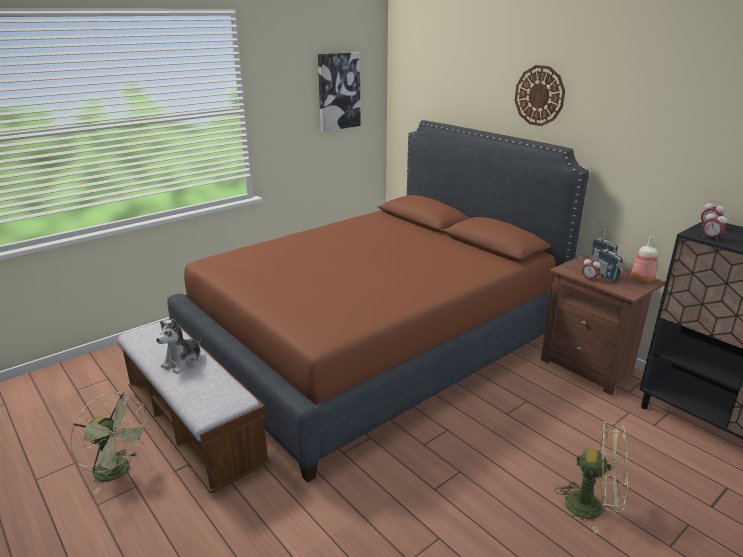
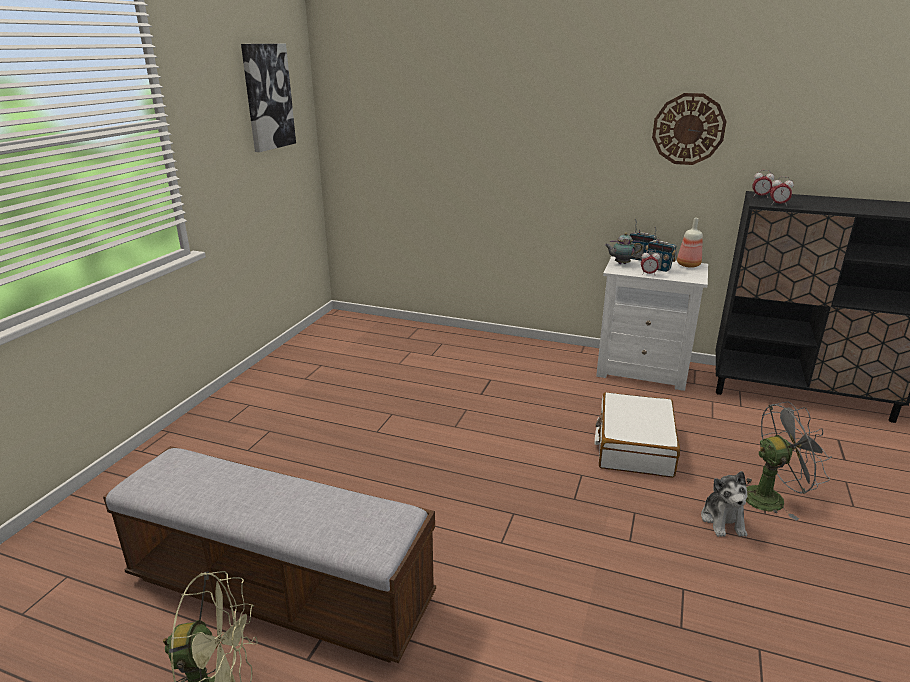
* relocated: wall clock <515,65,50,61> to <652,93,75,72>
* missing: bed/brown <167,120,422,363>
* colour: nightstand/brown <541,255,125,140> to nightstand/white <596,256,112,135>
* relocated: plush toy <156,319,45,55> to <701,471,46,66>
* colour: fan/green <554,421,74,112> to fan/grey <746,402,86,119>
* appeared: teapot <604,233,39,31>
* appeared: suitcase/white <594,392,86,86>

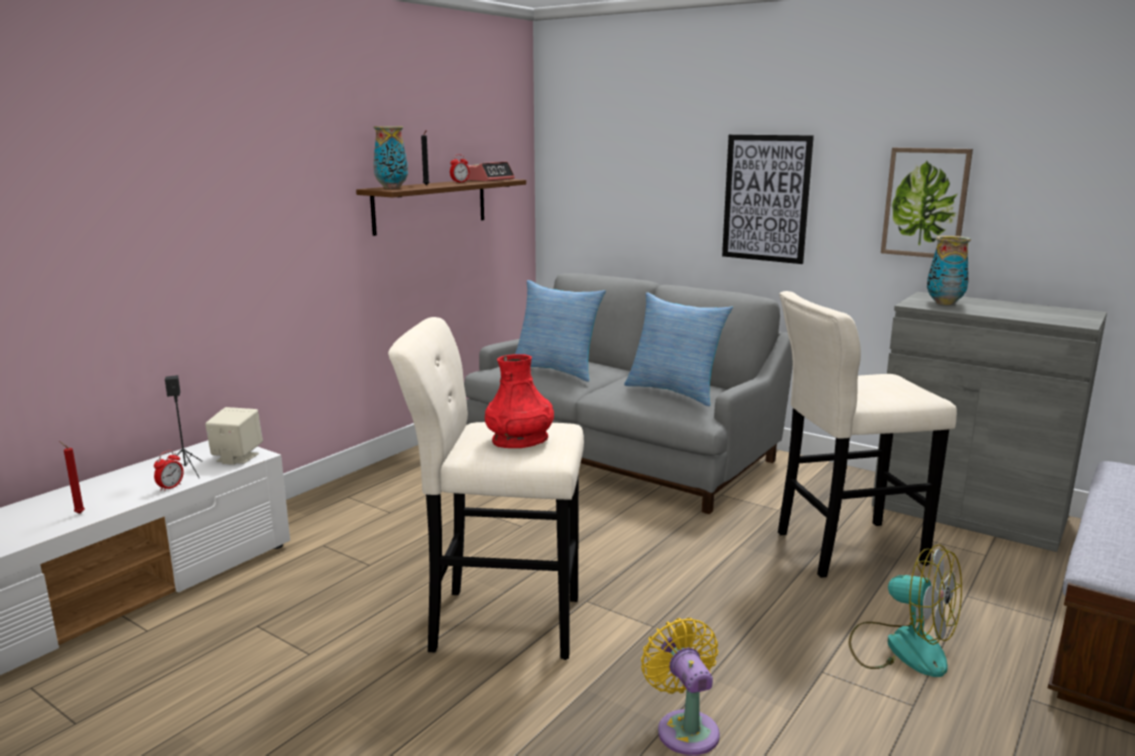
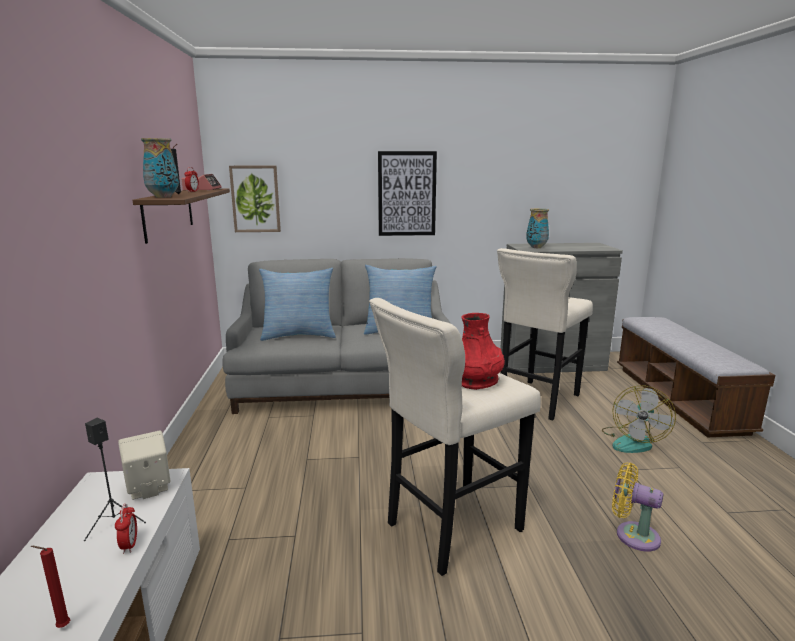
* relocated: picture <881,148,92,110> to <229,166,52,66>
* spun: fan <848,544,114,133> = <602,386,74,67> 120 degrees clockwise

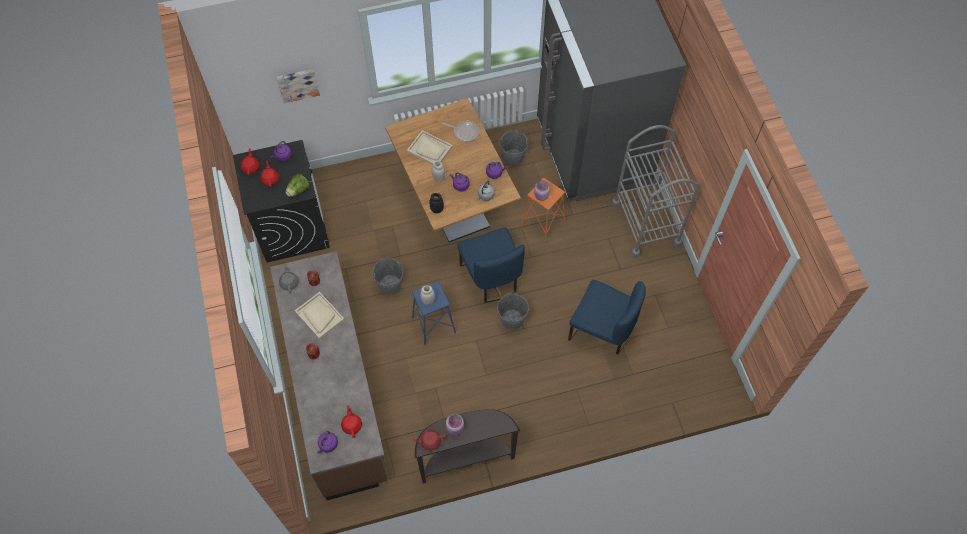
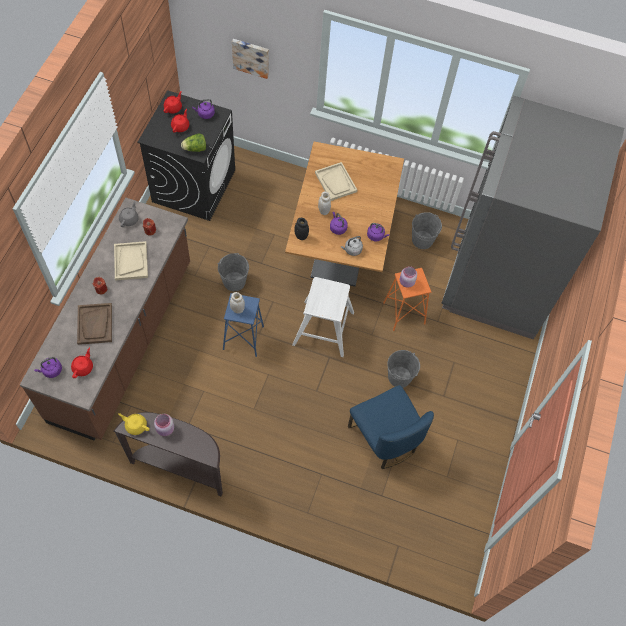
* missing: frying pan <442,121,37,21>
* missing: cart/grey <612,125,88,133>
* exchanged: chair/blue <458,227,67,76> to stool/white <293,277,61,80>
* relocated: bucket/grey <497,292,32,38> to <387,350,33,38>
* colour: teapot/red <412,430,34,21> to teapot/yellow <118,413,32,22>
* appeared: tray/brown <77,303,35,42>

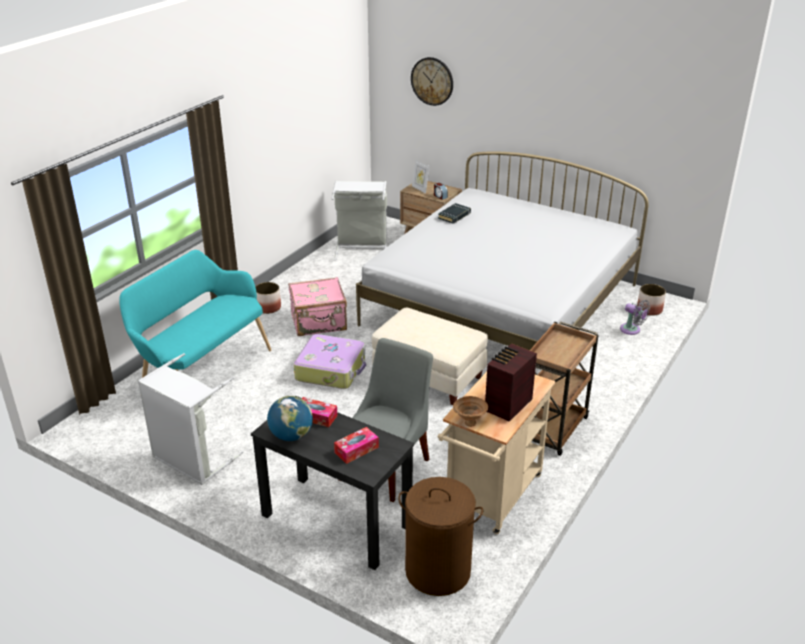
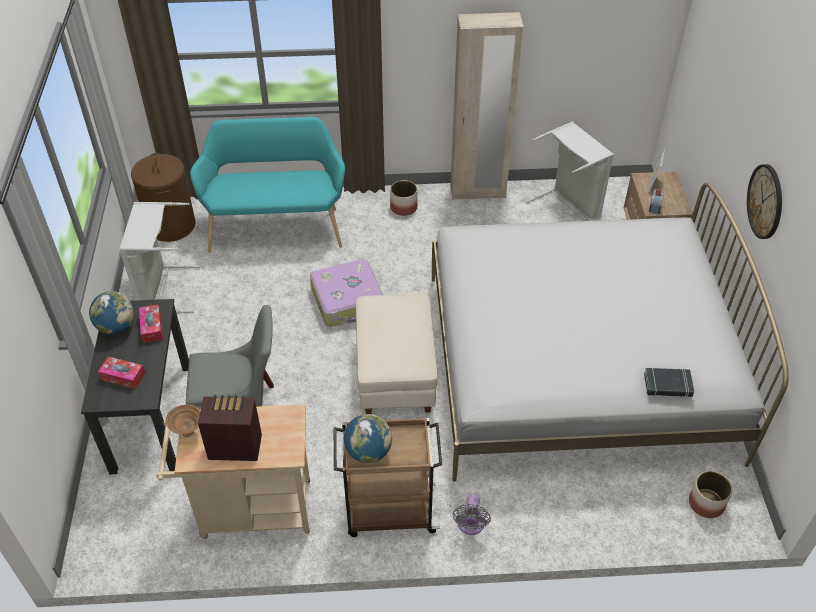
* relocated: wall clock <411,57,42,49> to <747,164,35,75>
* relocated: book/black <438,203,33,21> to <644,368,50,29>
* missing: suitcase/pink <288,277,59,59>
* relocated: fan/grey <620,300,30,35> to <453,494,38,41>
* relocated: laundry basket/brown <398,477,85,119> to <131,153,64,89>
* appeared: wardrobe/beige <450,12,73,188>
* appeared: globe <344,414,48,49>

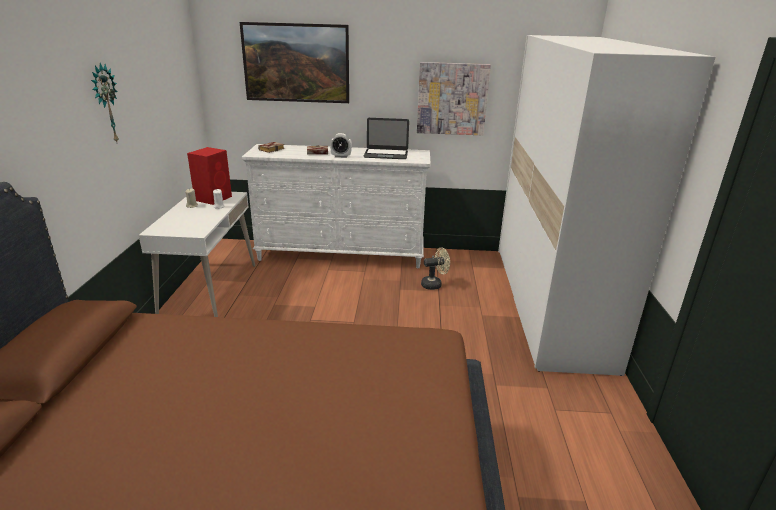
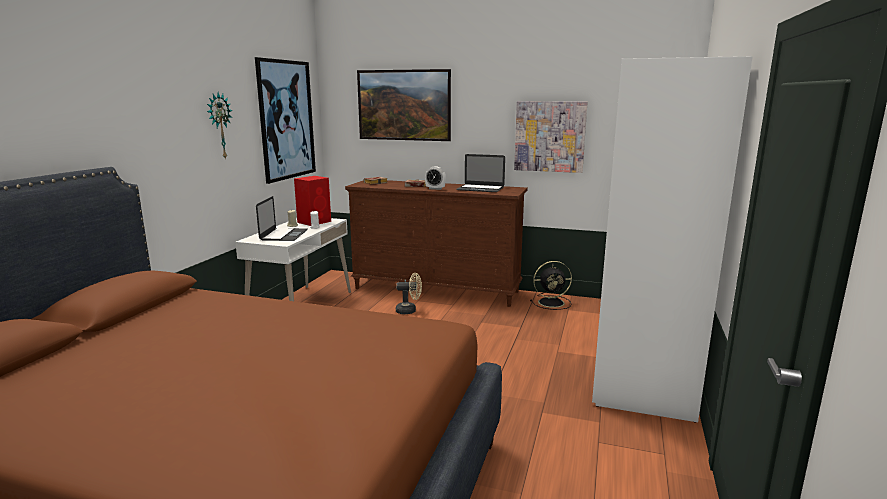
* colour: dresser/white <242,144,189,124> to dresser/brown <345,180,183,127>
* relocated: fan/beige <421,247,29,43> to <396,273,26,41>
* appeared: picture <255,57,61,127>
* appeared: laptop <256,196,52,45>
* appeared: fan/black <530,261,42,49>

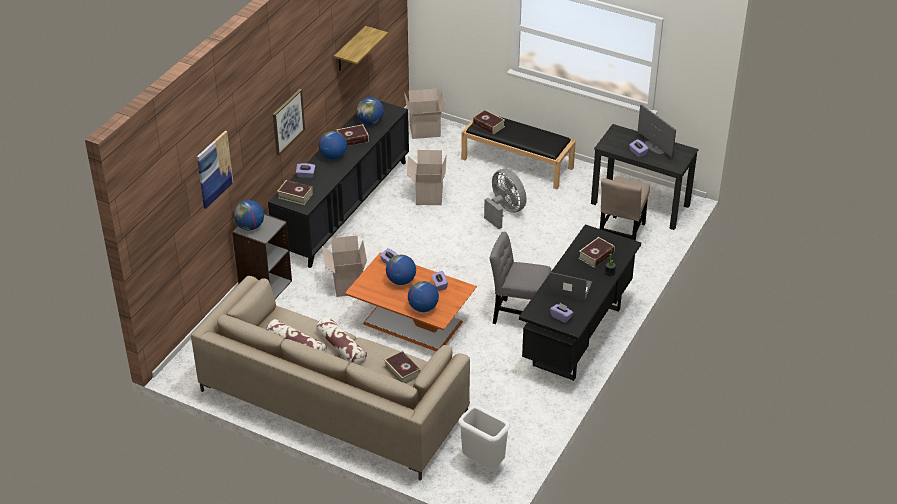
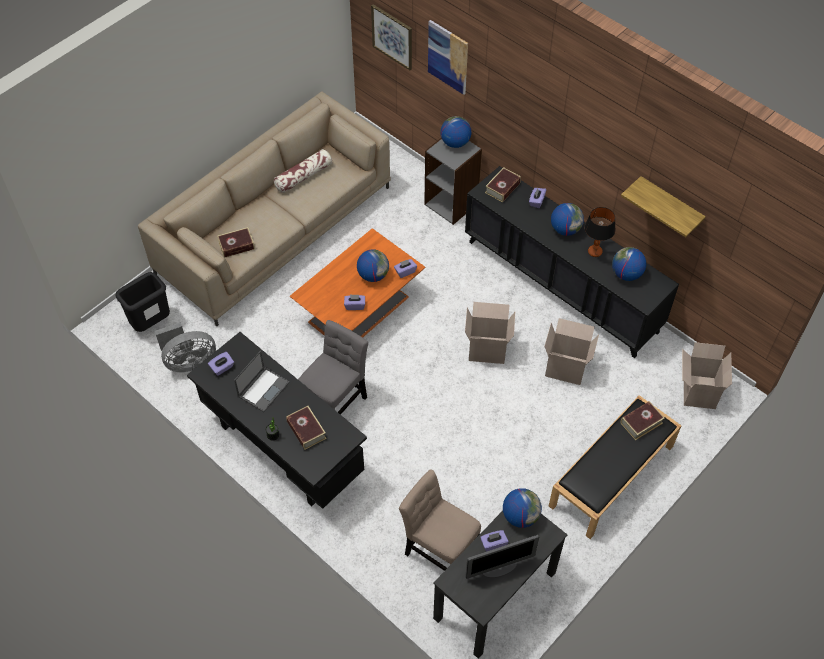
* relocated: picture <273,89,32,67> to <371,4,41,66>
* exchanged: book <336,124,33,22> to table lamp <584,207,32,50>
* relocated: fan/grey <484,169,43,60> to <155,322,61,50>
* relocated: cardboard box <322,235,45,62> to <465,302,50,62>
* relocated: globe <408,281,31,31> to <503,488,39,40>
* missing: pillow <316,317,51,48>
* colour: trash can/white <459,405,51,63> to trash can/black <116,272,54,60>

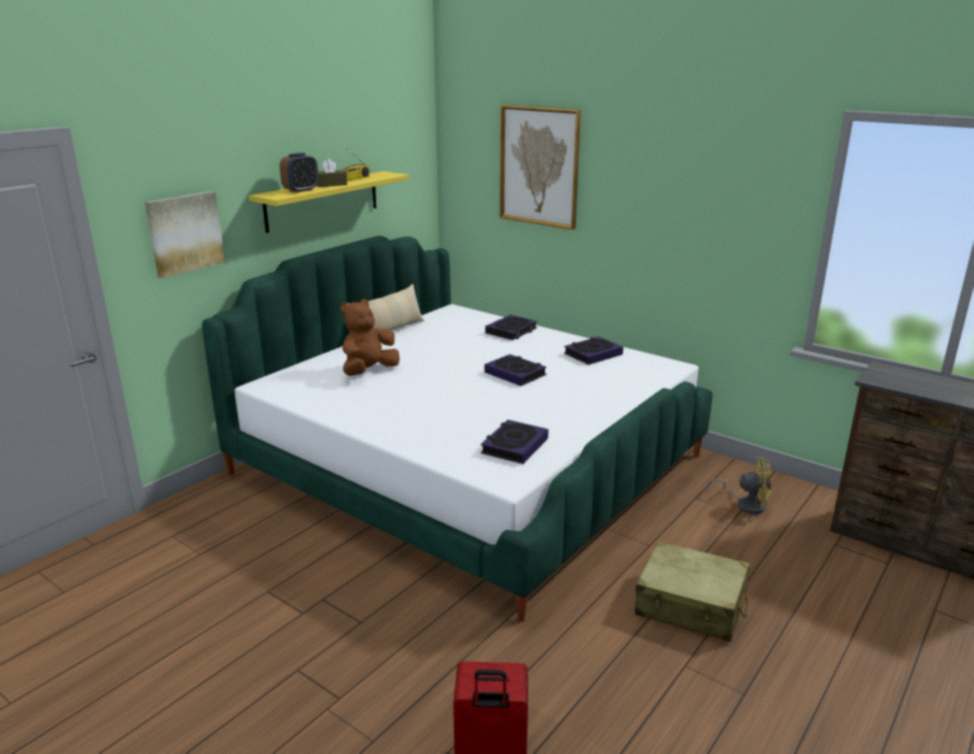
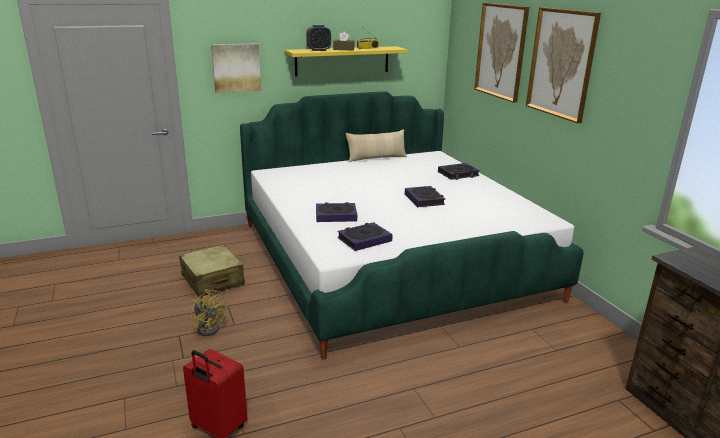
* missing: plush toy/brown <341,299,59,77>
* relocated: book <564,337,59,28> to <316,202,41,20>
* relocated: fan/yellow <707,457,64,58> to <191,289,36,47>
* relocated: suitcase/beige <635,541,115,101> to <179,244,66,53>
* appeared: picture <526,7,75,116>

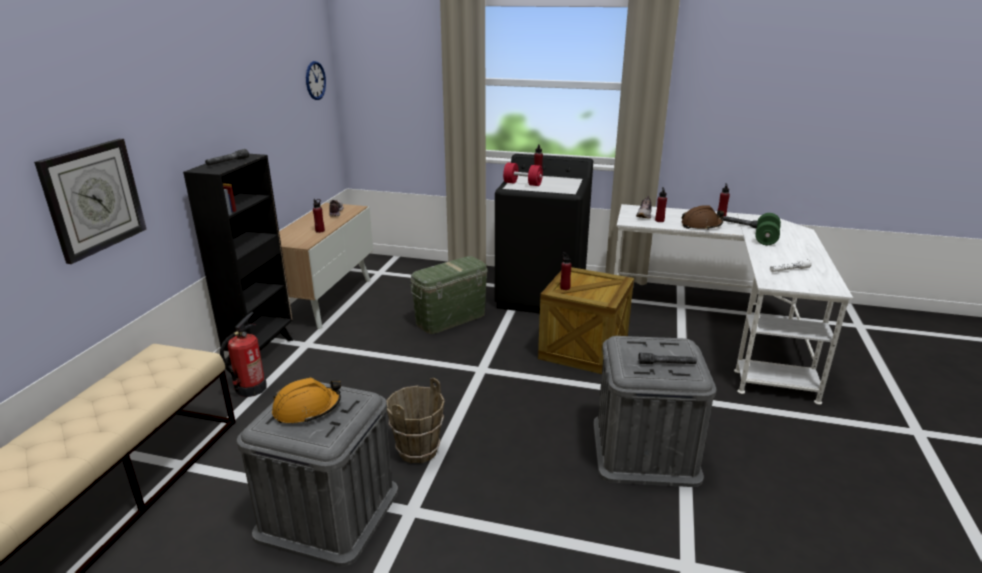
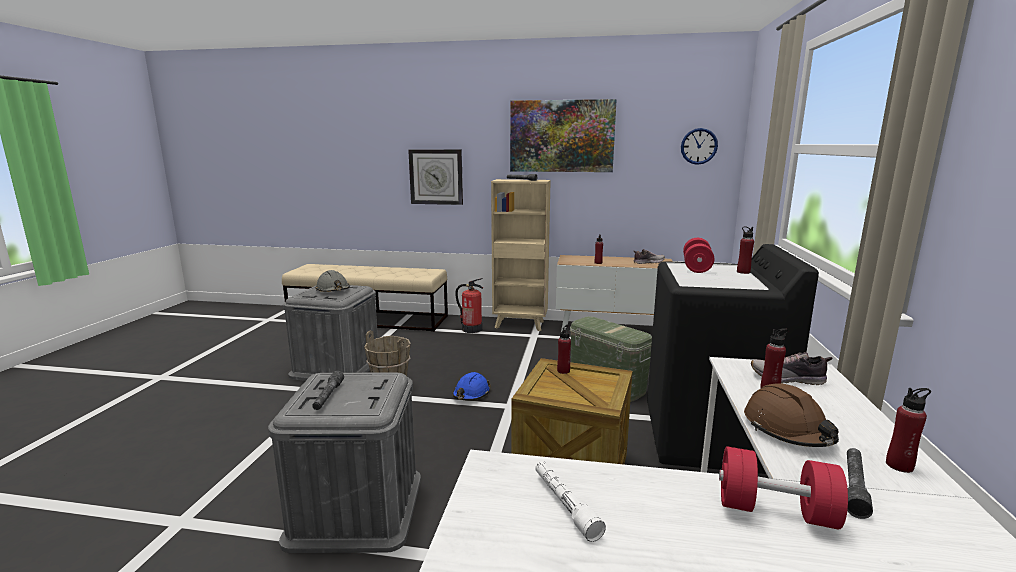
* colour: bookcase/black <183,154,110,212> to bookcase/beige <491,179,60,152>
* colour: dumbbell/green <755,213,26,32> to dumbbell/red <719,446,129,84>
* colour: hard hat/orange <272,377,69,46> to hard hat/grey <315,270,35,22>
* appeared: picture <510,99,107,73>
* appeared: hard hat/blue <452,372,39,29>

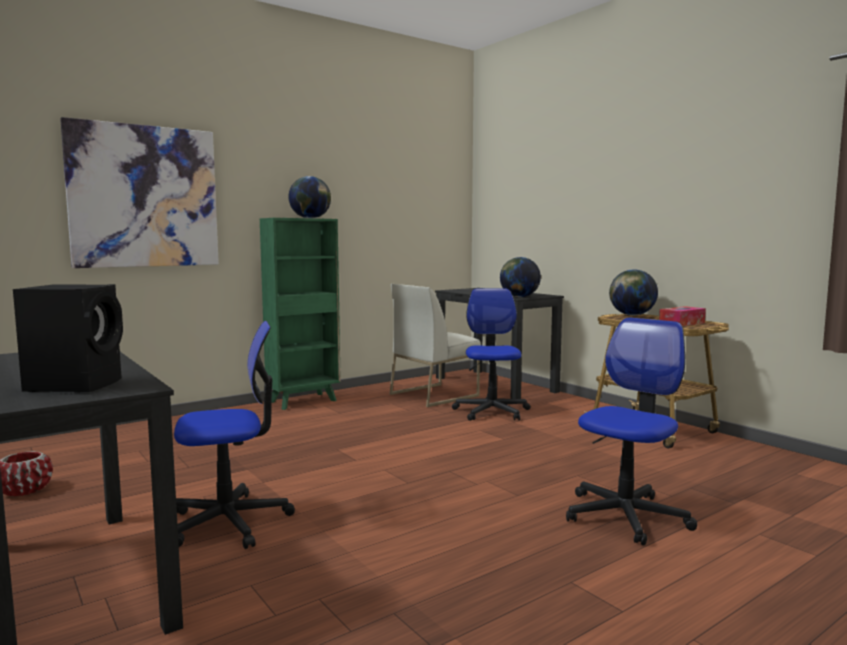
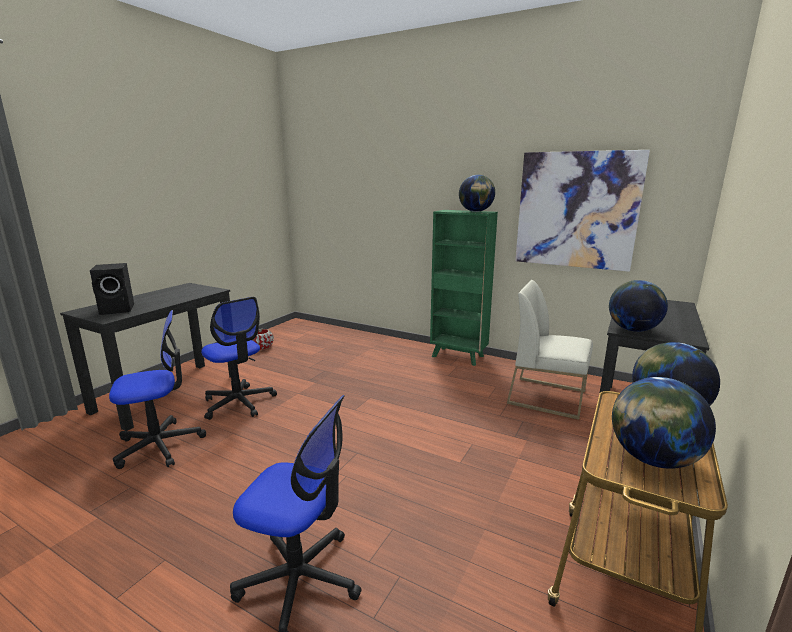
* relocated: picture <60,117,159,151> to <515,150,135,122>
* relocated: office chair <452,288,79,133> to <109,310,97,159>
* exchanged: tissue box <659,306,47,20> to globe <612,377,104,92>

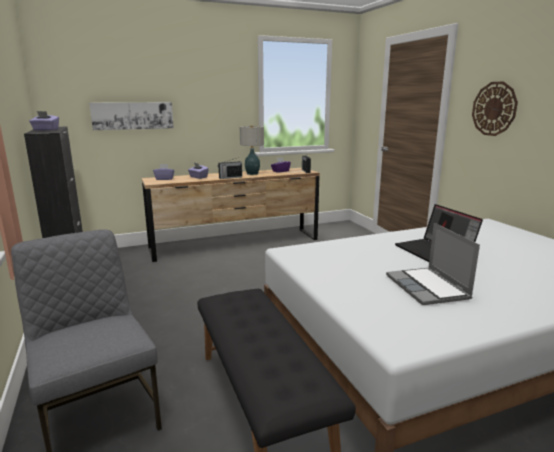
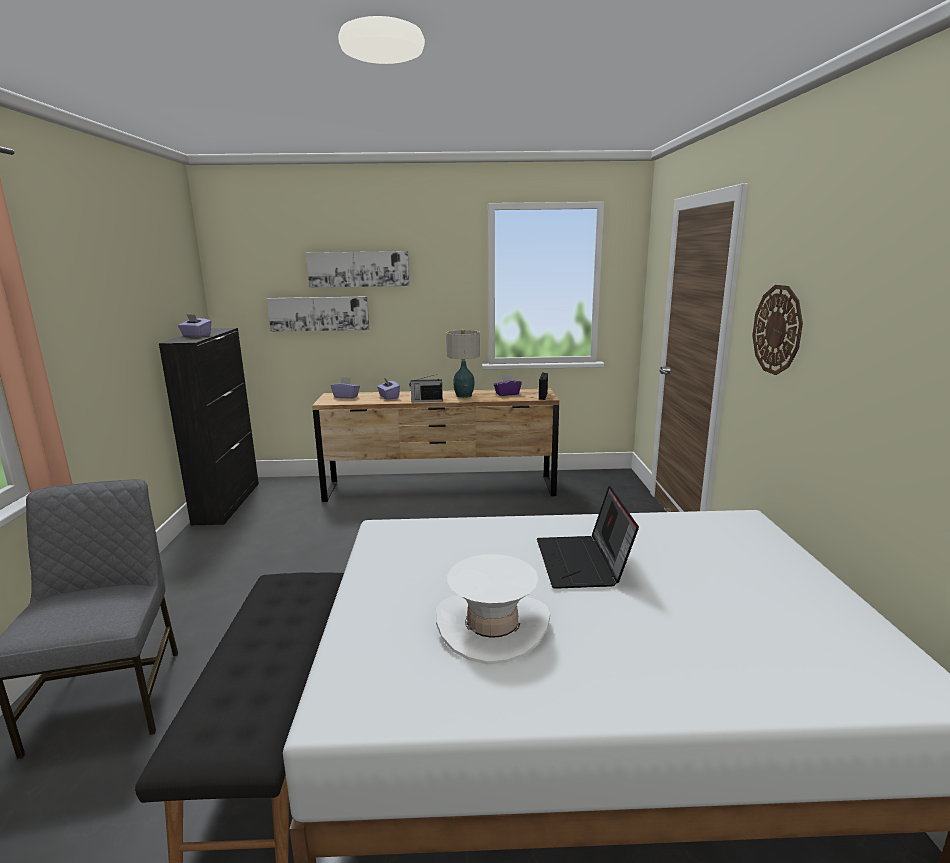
* exchanged: laptop <386,223,94,82> to hat/white <436,554,114,111>
* appeared: picture <306,251,104,37>

